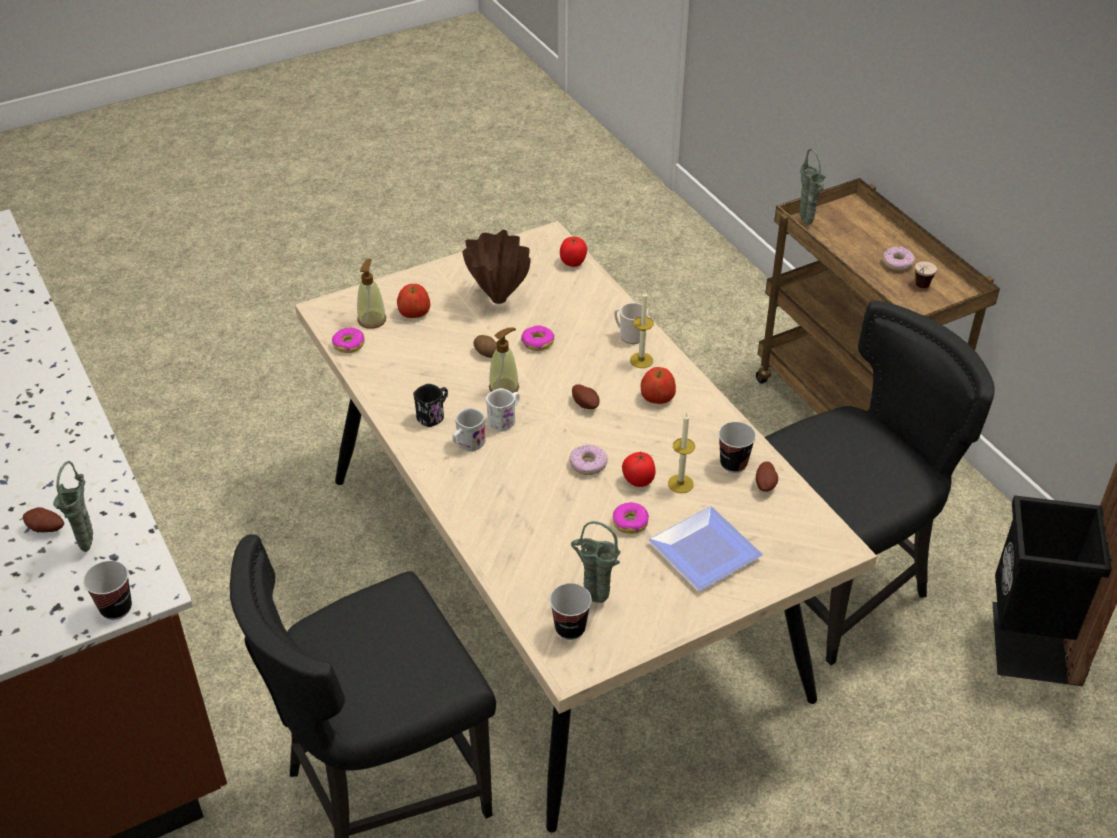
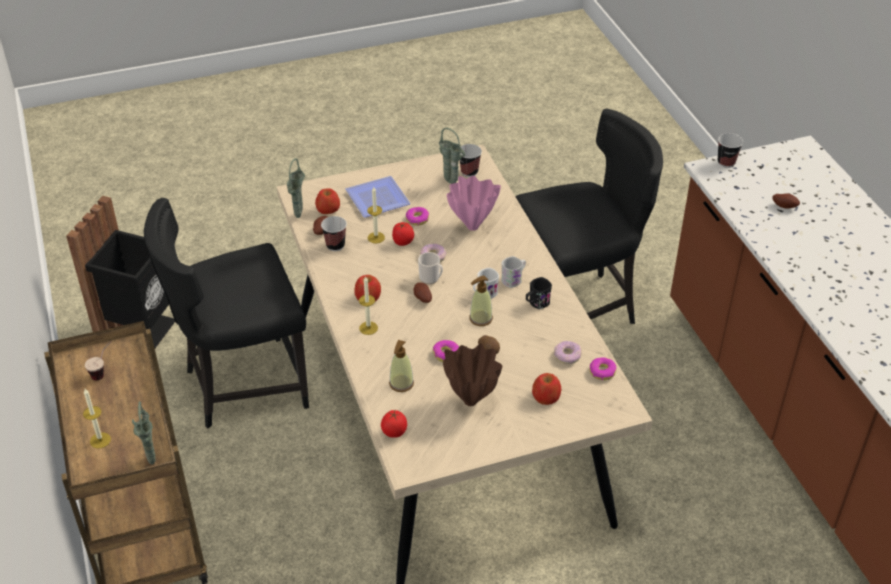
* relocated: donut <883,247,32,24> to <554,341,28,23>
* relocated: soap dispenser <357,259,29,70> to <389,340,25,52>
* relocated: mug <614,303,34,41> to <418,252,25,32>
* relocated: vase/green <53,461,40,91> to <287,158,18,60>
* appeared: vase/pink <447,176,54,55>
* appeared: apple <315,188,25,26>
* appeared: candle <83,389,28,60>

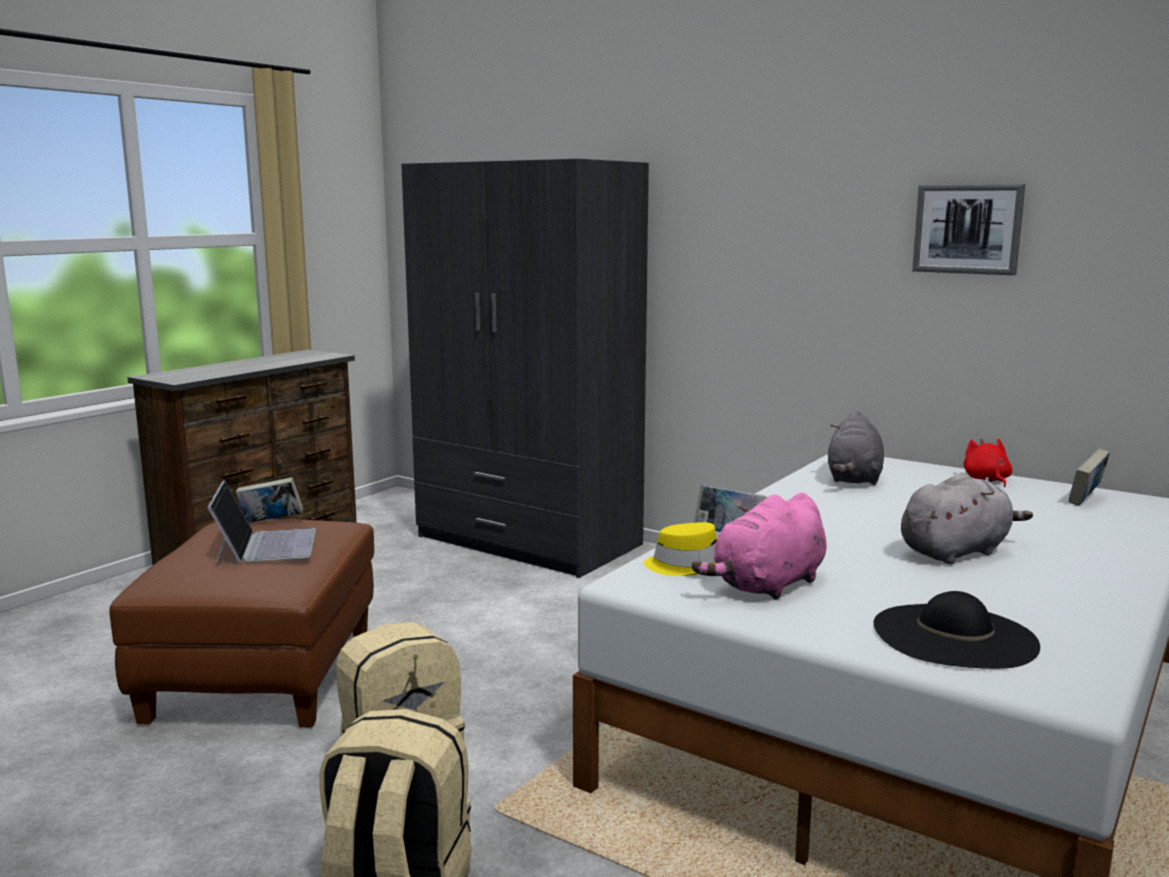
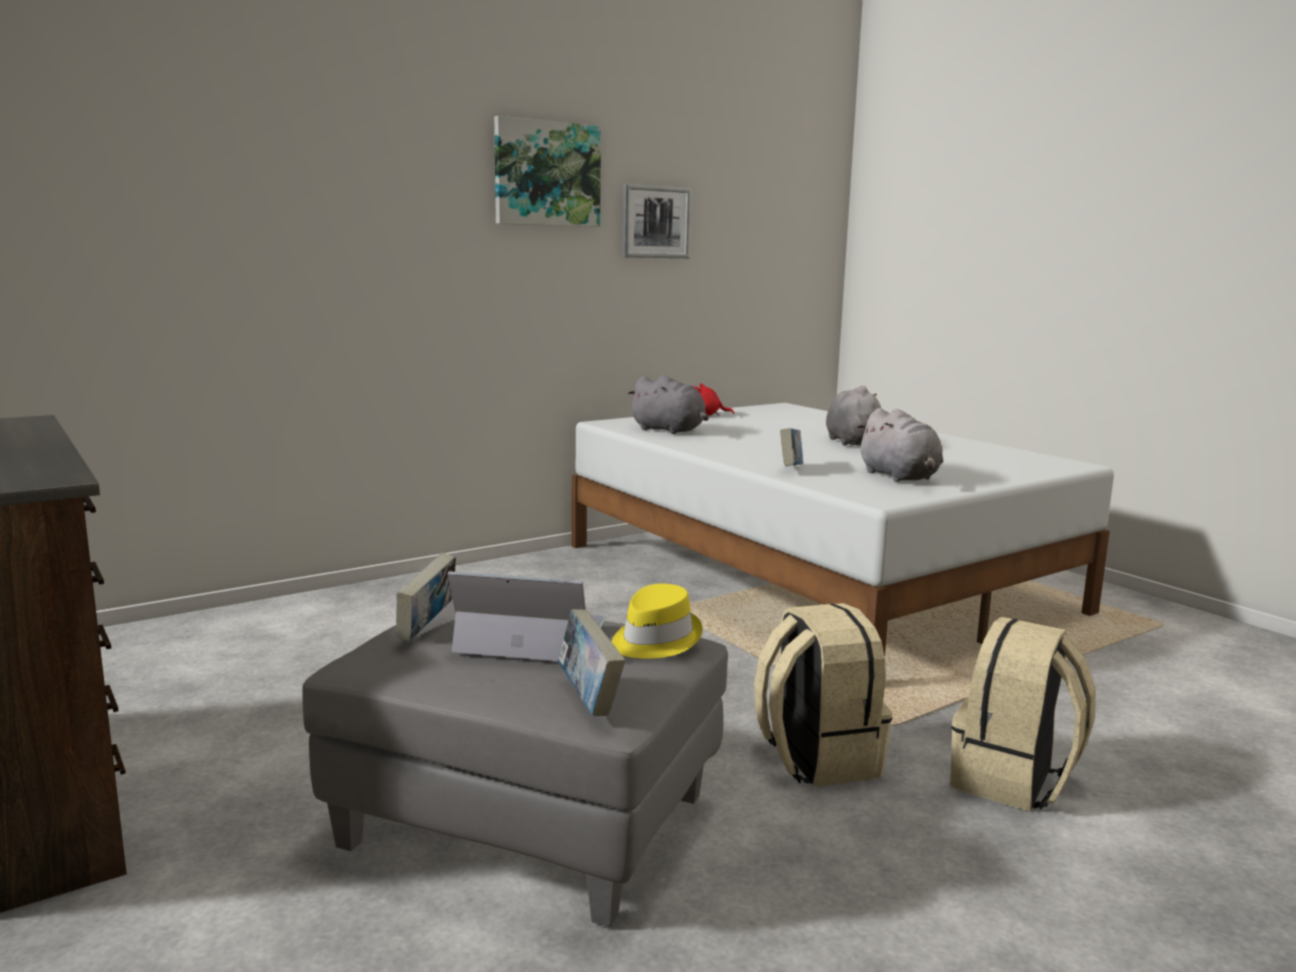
* missing: wardrobe/grey <401,159,248,419>
* relocated: book <1069,448,41,58> to <558,609,67,107>
* colour: plush toy/pink <692,493,135,107> to plush toy/grey <857,408,86,74>
* colour: ottoman/brown <109,519,265,208> to ottoman/grey <303,599,425,328>
* relocated: hat/yellow <644,522,73,54> to <612,583,91,75>
* missing: hat/black <874,591,166,78>
* appeared: picture <494,116,107,111>

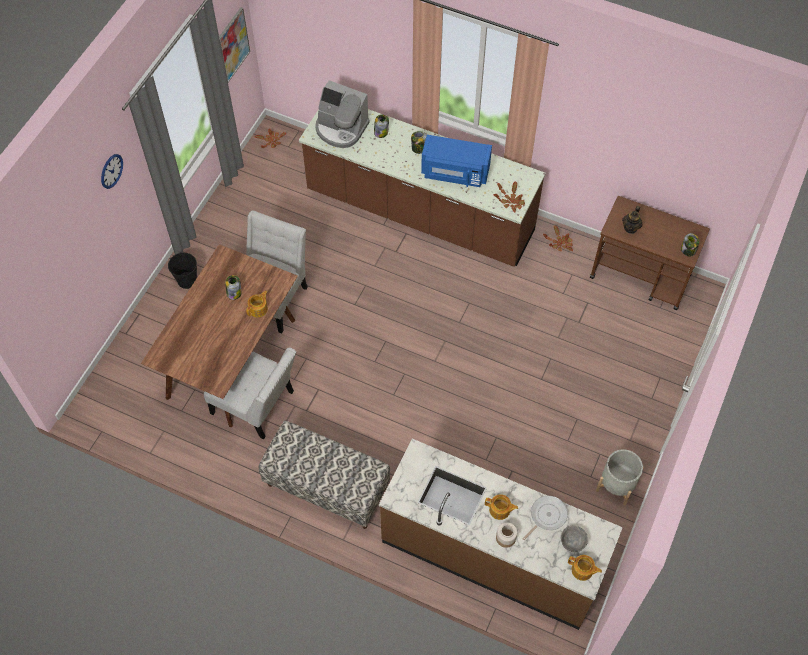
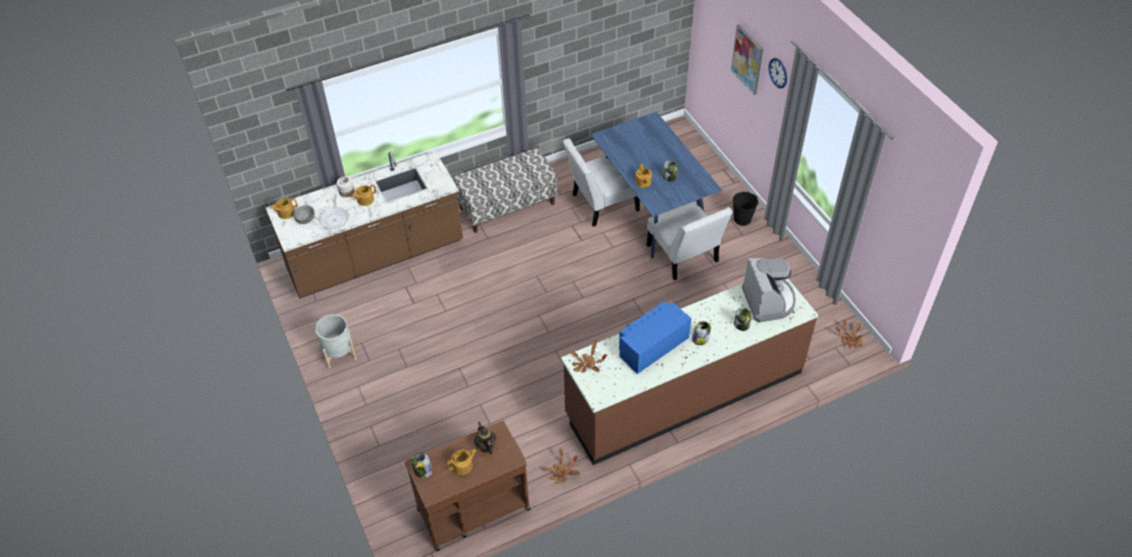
* relocated: picture <219,7,31,75> to <731,24,32,71>
* spun: coffee machine <315,80,55,68> = <742,258,54,65> 105 degrees clockwise
* colour: dining table/brown <141,244,157,183> to dining table/blue <591,112,131,147>
* appeared: teapot <447,449,29,26>

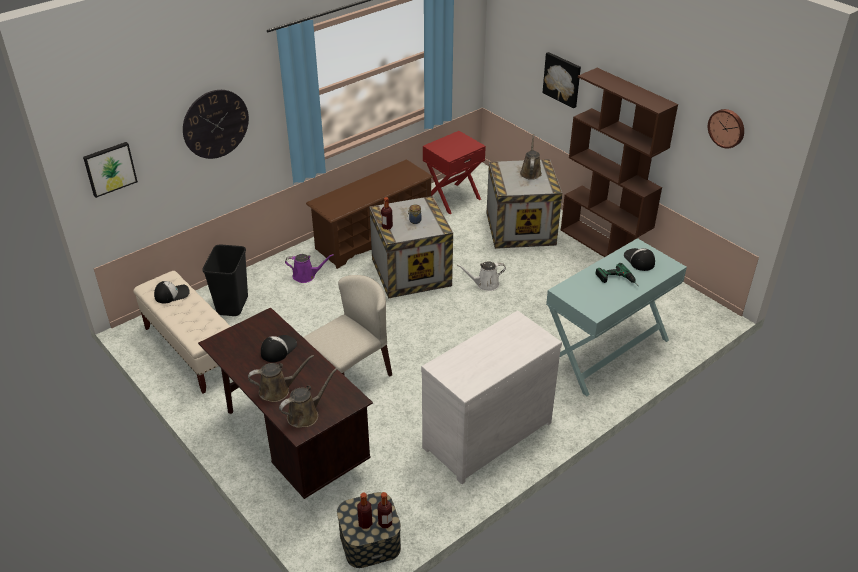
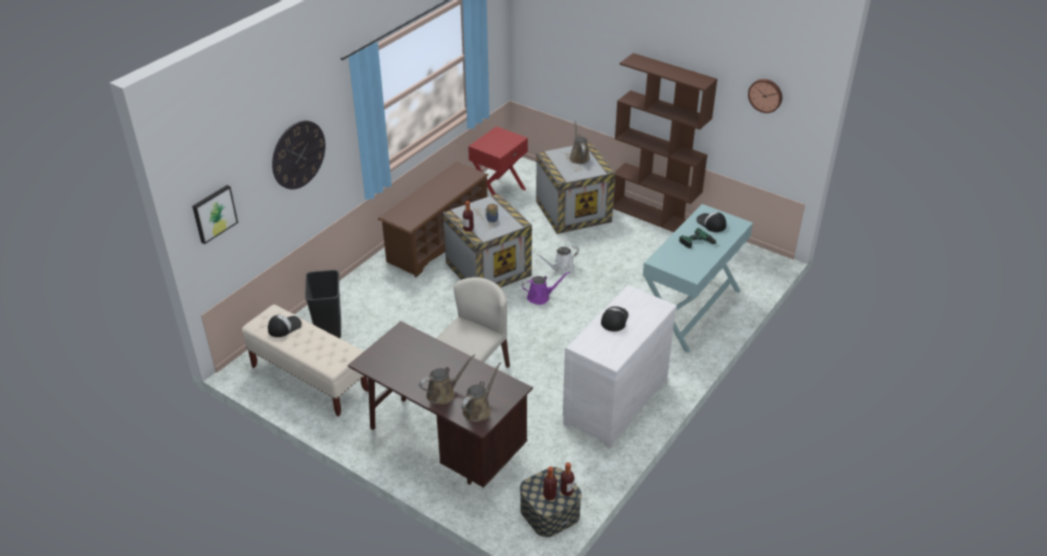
* missing: picture <543,52,38,56>
* relocated: watering can/purple <285,254,49,29> to <522,271,48,34>
* relocated: cap <261,335,36,27> to <601,306,28,26>

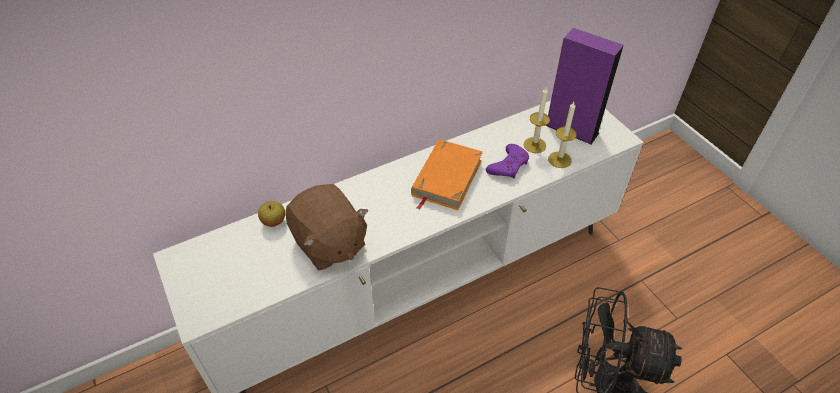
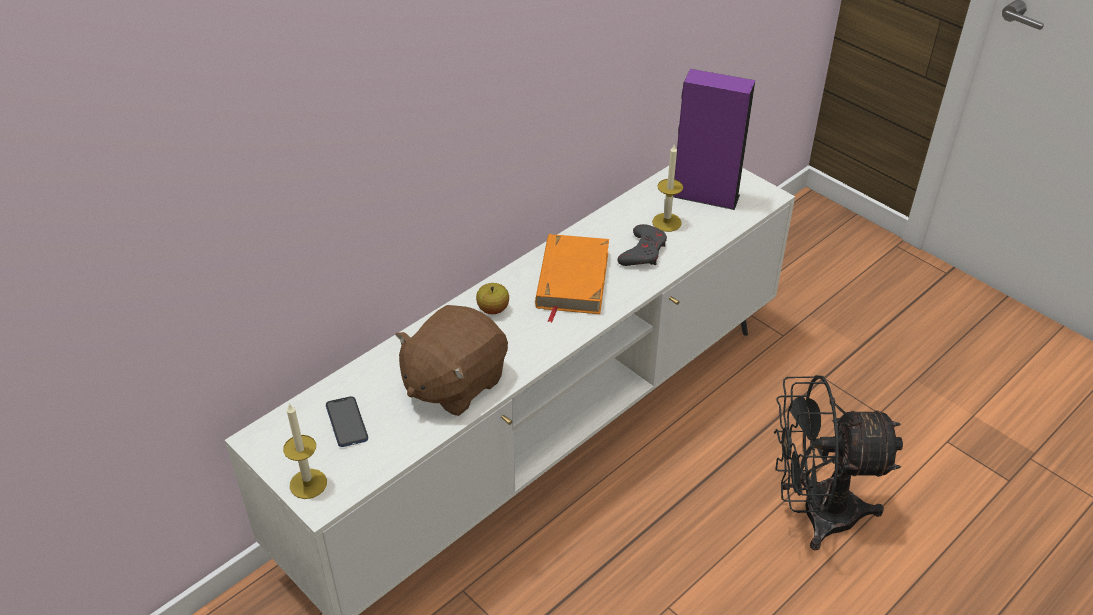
* relocated: candle <548,102,29,66> to <283,403,44,96>
* colour: game controller/purple <486,144,43,34> to game controller/grey <617,224,50,42>
* spun: plush toy/brown <286,184,82,86> = <395,305,113,111> 90 degrees clockwise
* relocated: apple <258,201,27,26> to <476,283,33,31>
* appeared: phone <326,396,42,51>

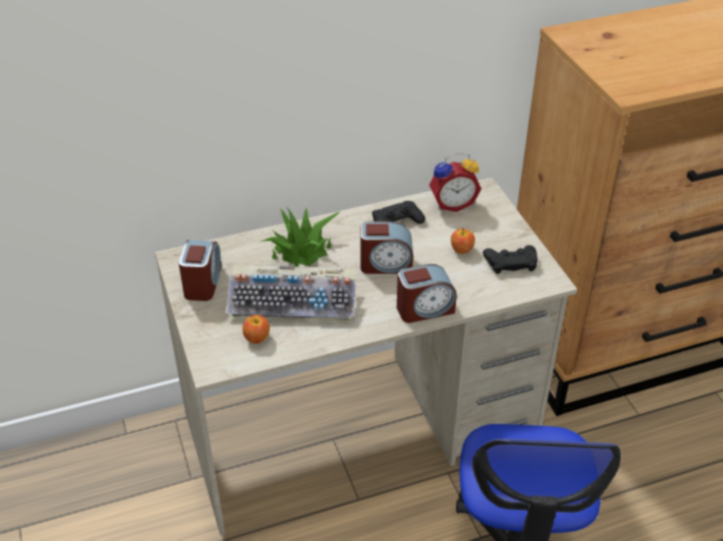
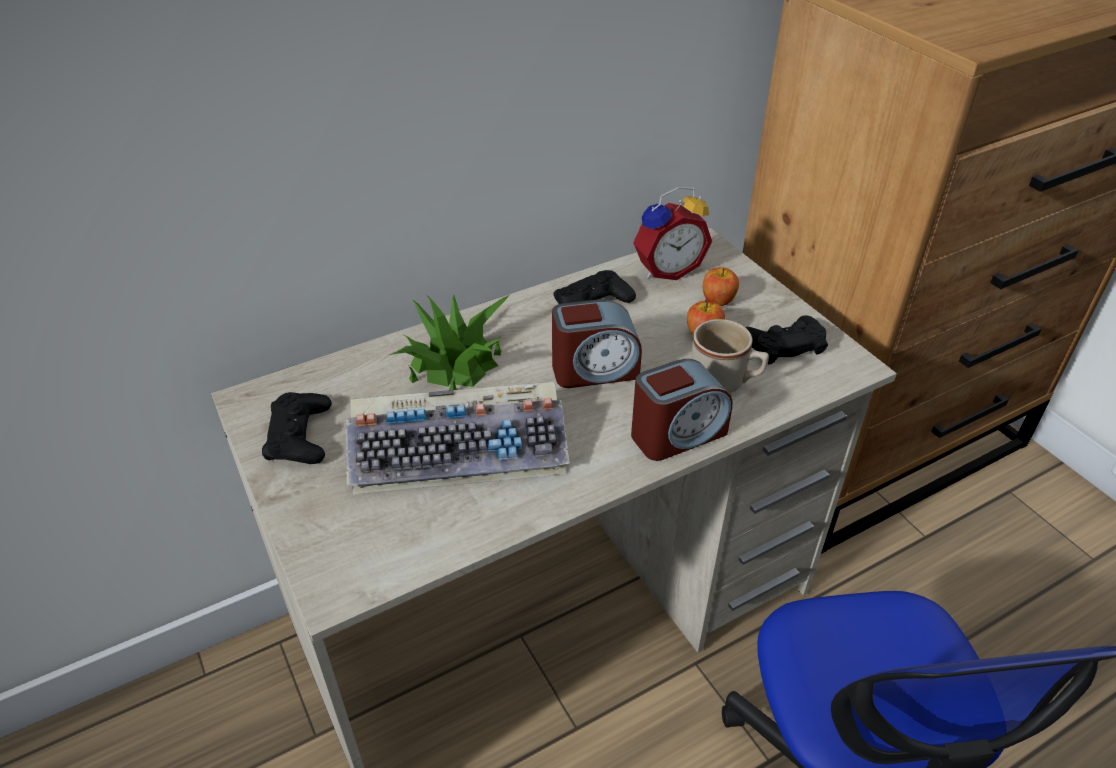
* exchanged: alarm clock <179,240,43,61> to game controller/black <262,392,70,72>
* relocated: apple <242,315,28,29> to <703,267,36,39>
* appeared: mug/beige <691,319,78,74>

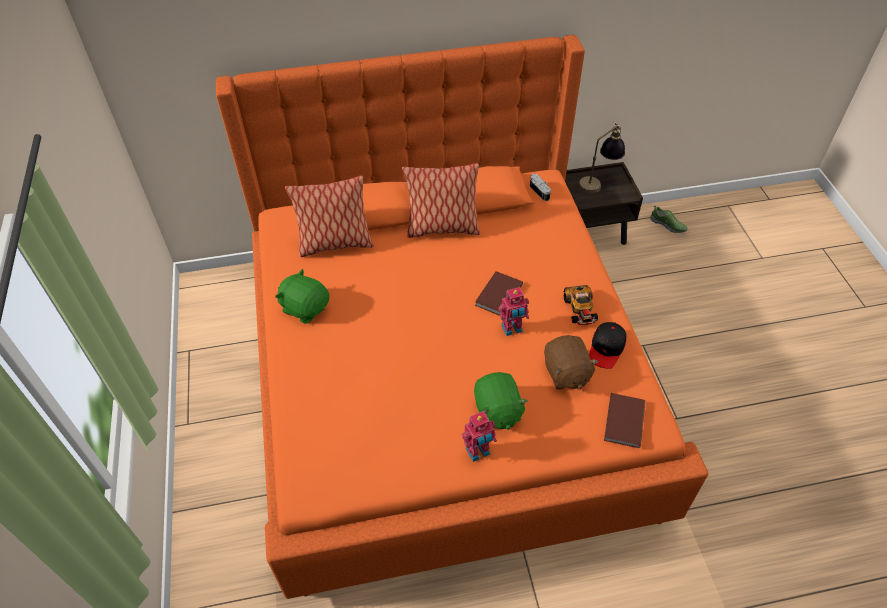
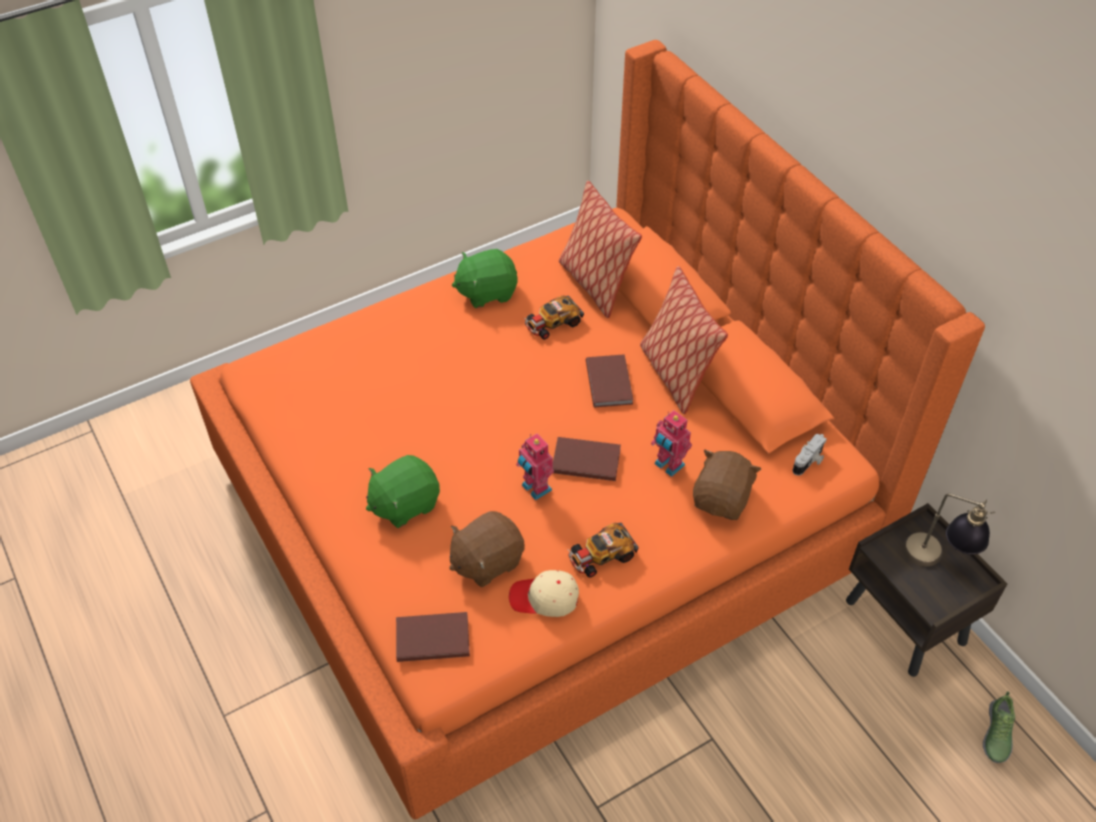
* spun: plush toy/green <275,269,55,55> = <452,249,66,59> 120 degrees counterclockwise
* colour: cap/black <589,322,37,47> to cap/beige <509,570,70,47>
* relocated: toy robot <462,411,35,51> to <651,410,41,67>
* appeared: toy car <523,295,61,45>
* appeared: book/brown <586,354,47,53>
* appeared: plush toy/brown <693,450,68,70>

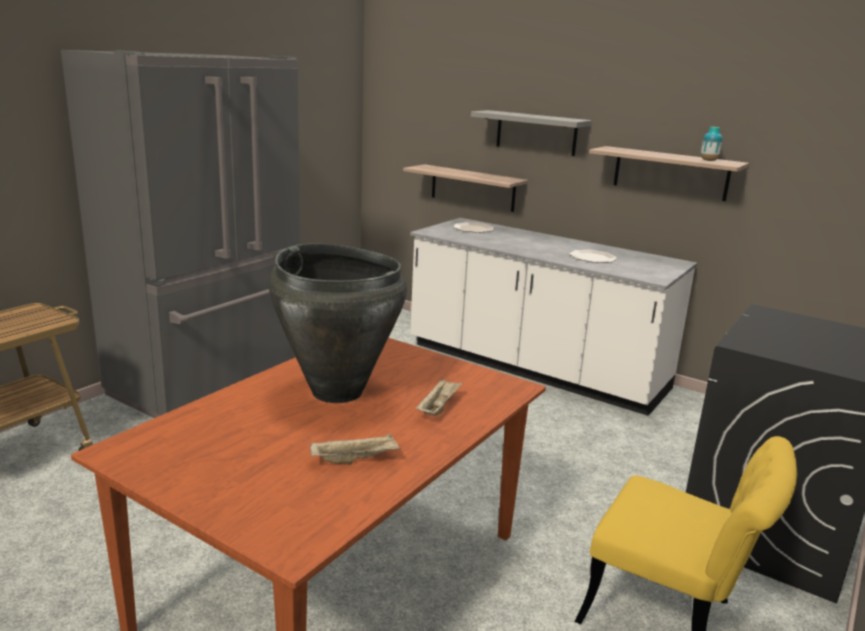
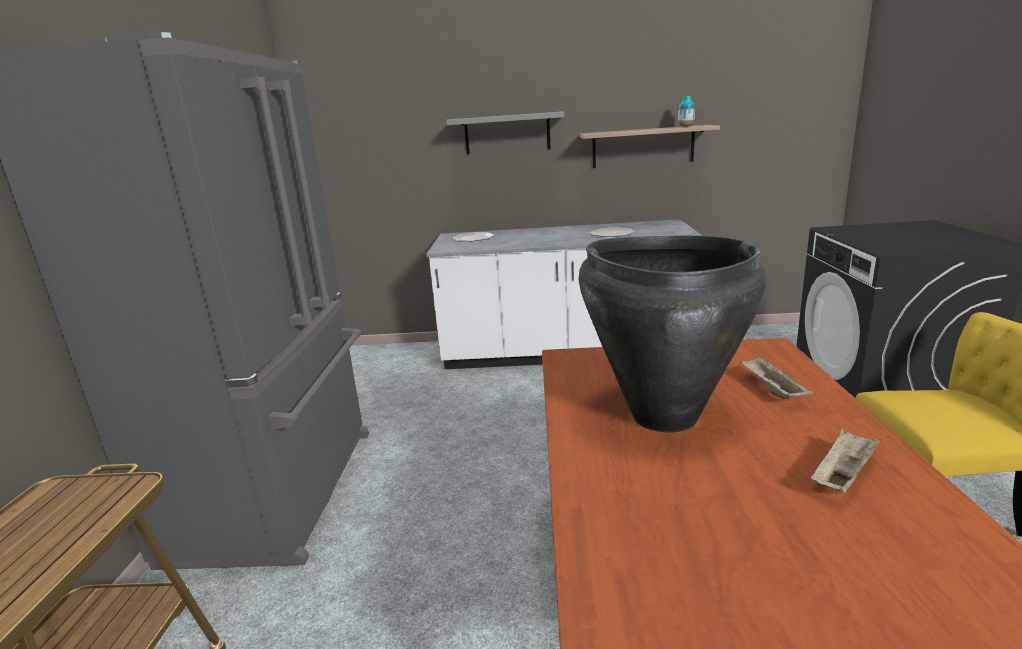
* missing: shelf <403,164,125,48>

